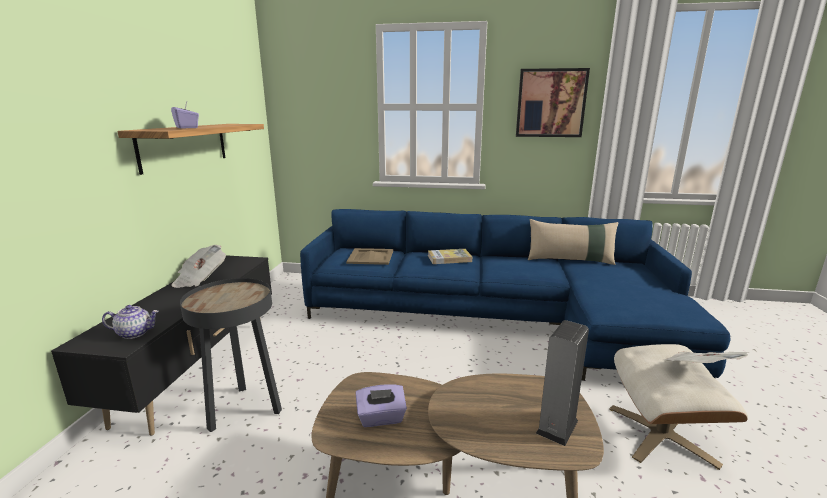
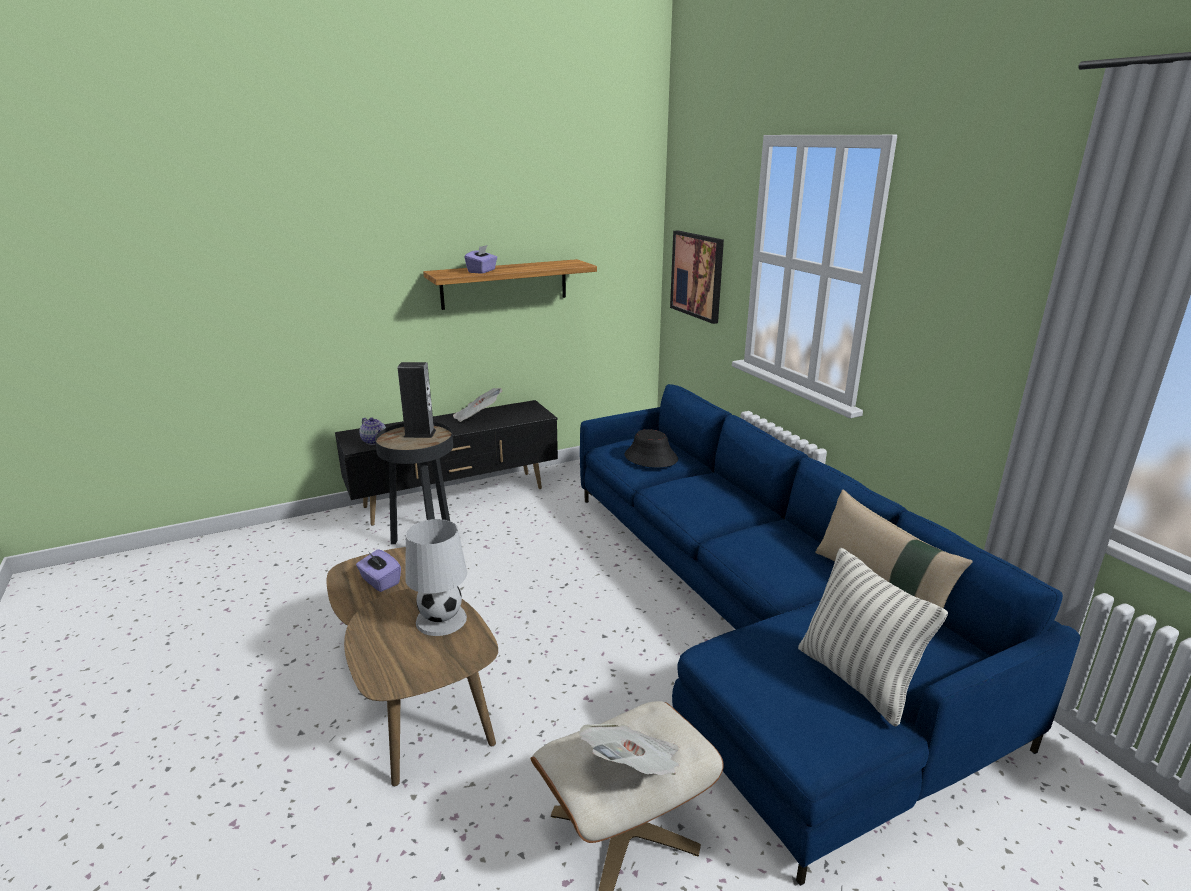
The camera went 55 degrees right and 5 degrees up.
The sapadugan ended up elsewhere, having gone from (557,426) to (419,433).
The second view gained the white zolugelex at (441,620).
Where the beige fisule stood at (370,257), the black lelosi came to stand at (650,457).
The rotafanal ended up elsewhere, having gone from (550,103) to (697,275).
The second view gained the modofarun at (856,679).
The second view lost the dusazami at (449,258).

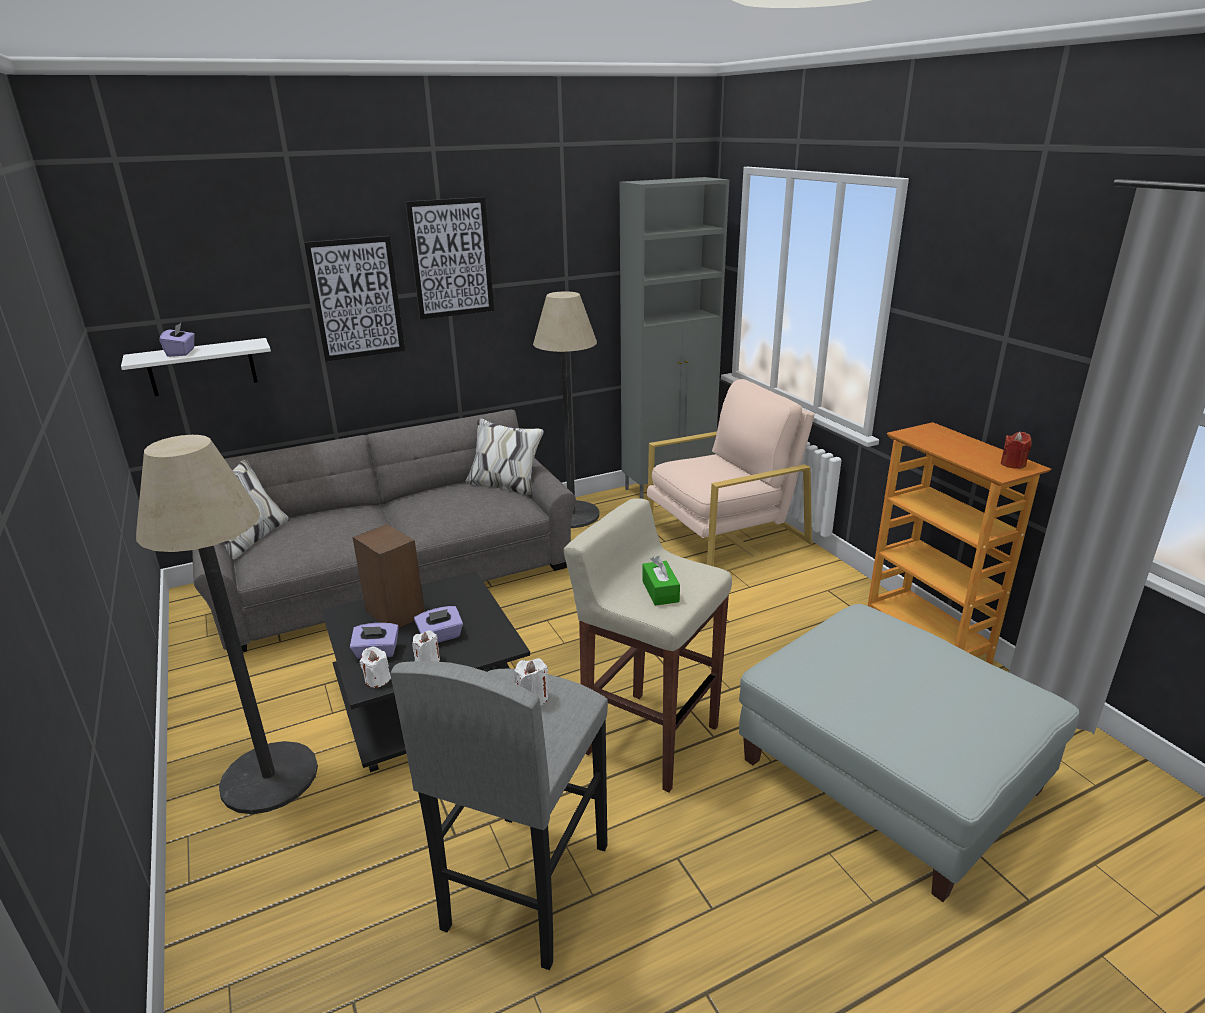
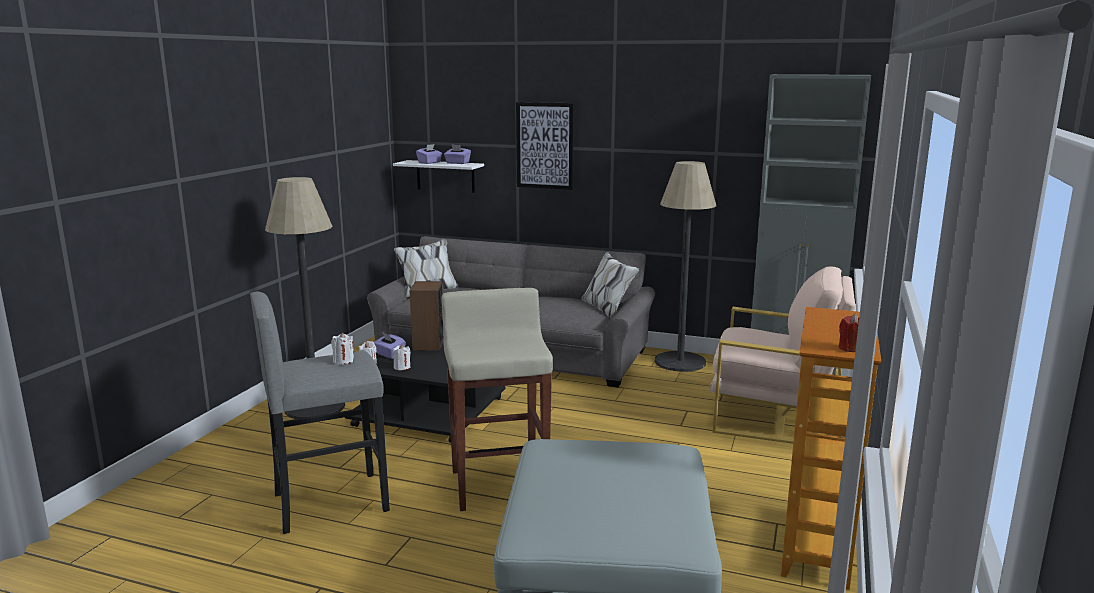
The camera went 45 degrees right and 10 degrees down.
The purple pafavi ended up elsewhere, having gone from (440,636) to (457,163).
The second view lost the rotafanal at (451,258).
The second view lost the green pafavi at (660,591).

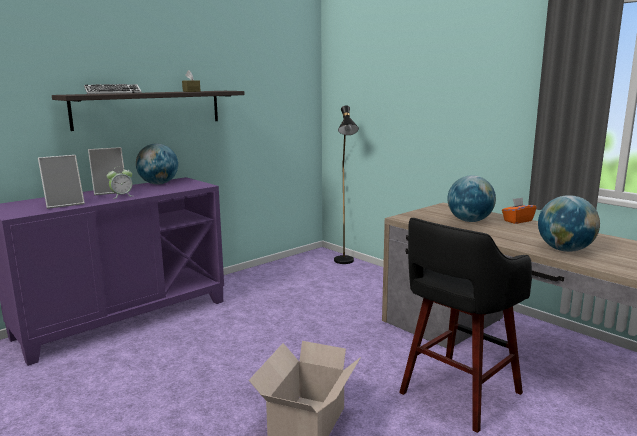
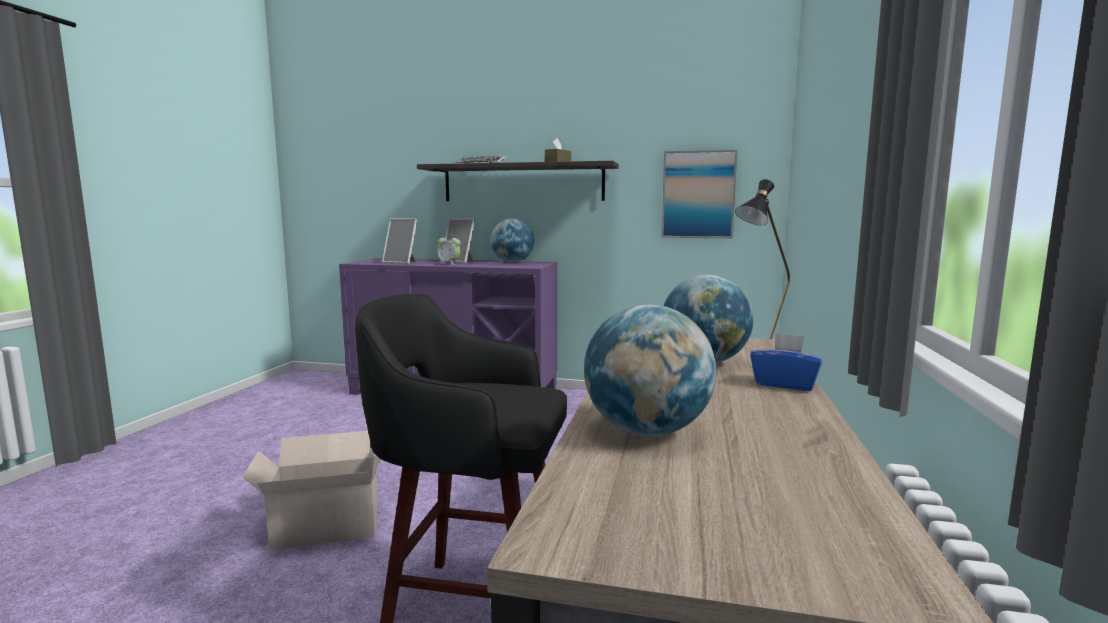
The camera went 55 degrees right and 5 degrees down.
The second view gained the rotafanal at (698,194).
What was the orange pafavi at (517,221) turned into the blue pafavi at (785,384).

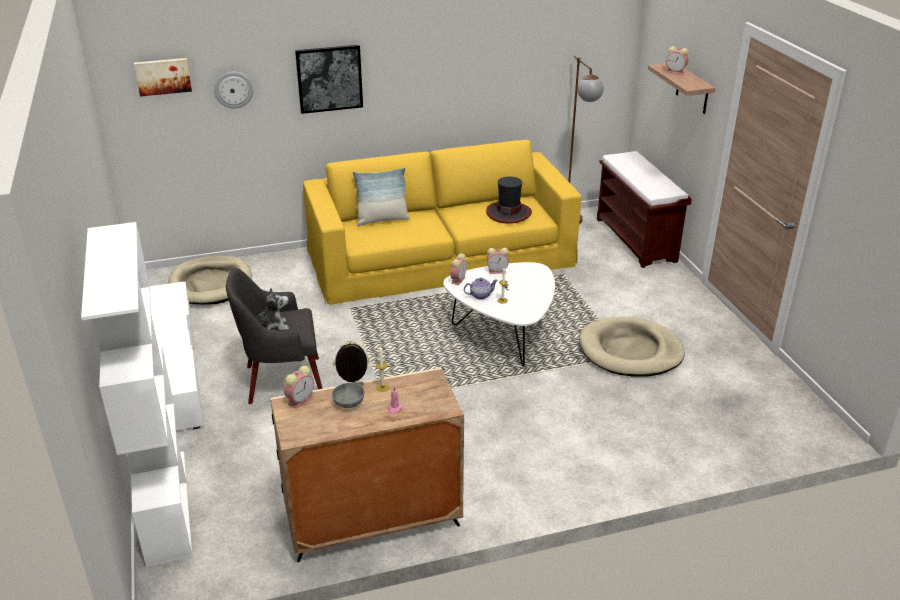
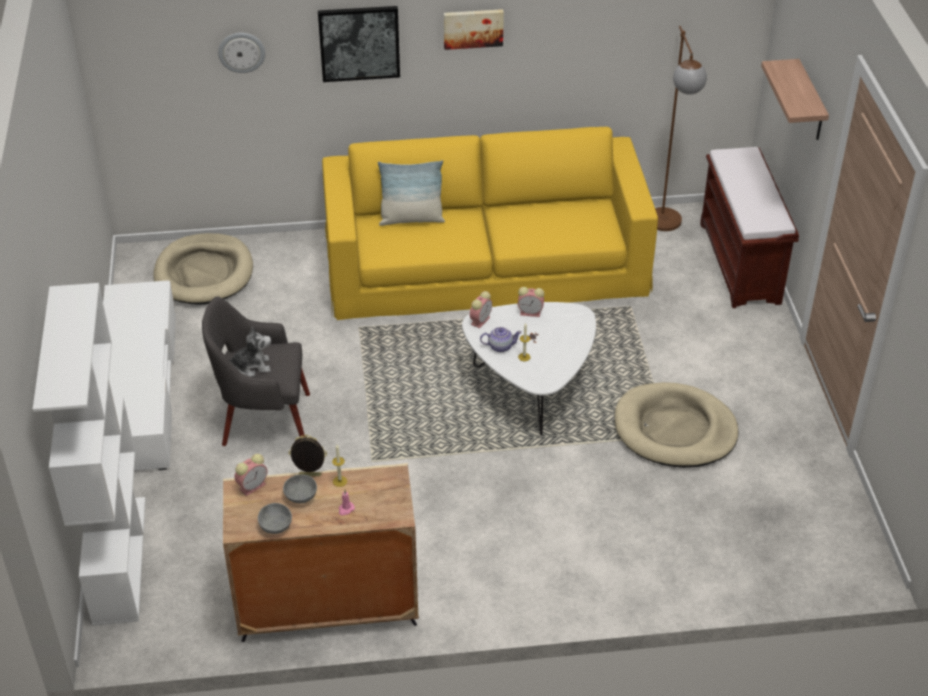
The camera went 10 degrees right and 10 degrees up.
The second view gained the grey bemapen at (276,526).
The rotafanal ended up elsewhere, having gone from (163,76) to (473,28).
The second view lost the lelosi at (508,213).
The second view lost the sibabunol at (676,72).

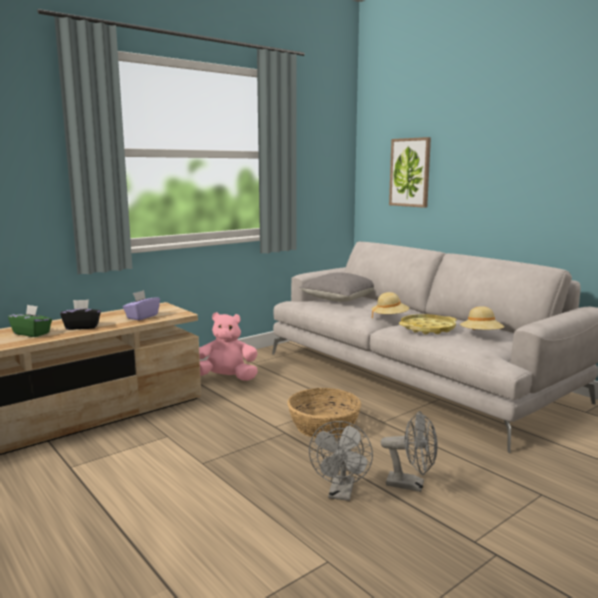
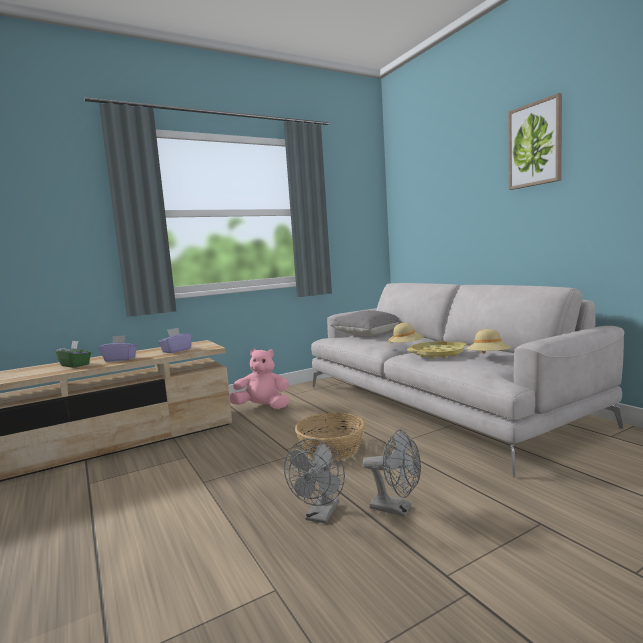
The camera went 10 degrees right and 5 degrees down.
What was the black pafavi at (82,327) turned into the purple pafavi at (120,359).
The rotafanal ended up elsewhere, having gone from (410,172) to (535,144).

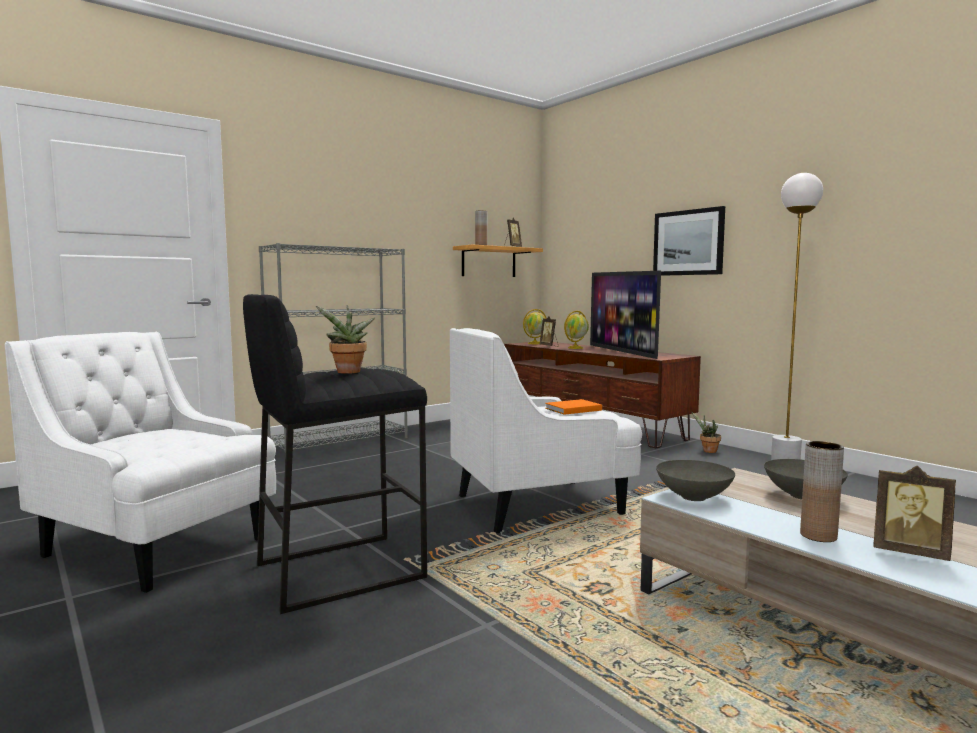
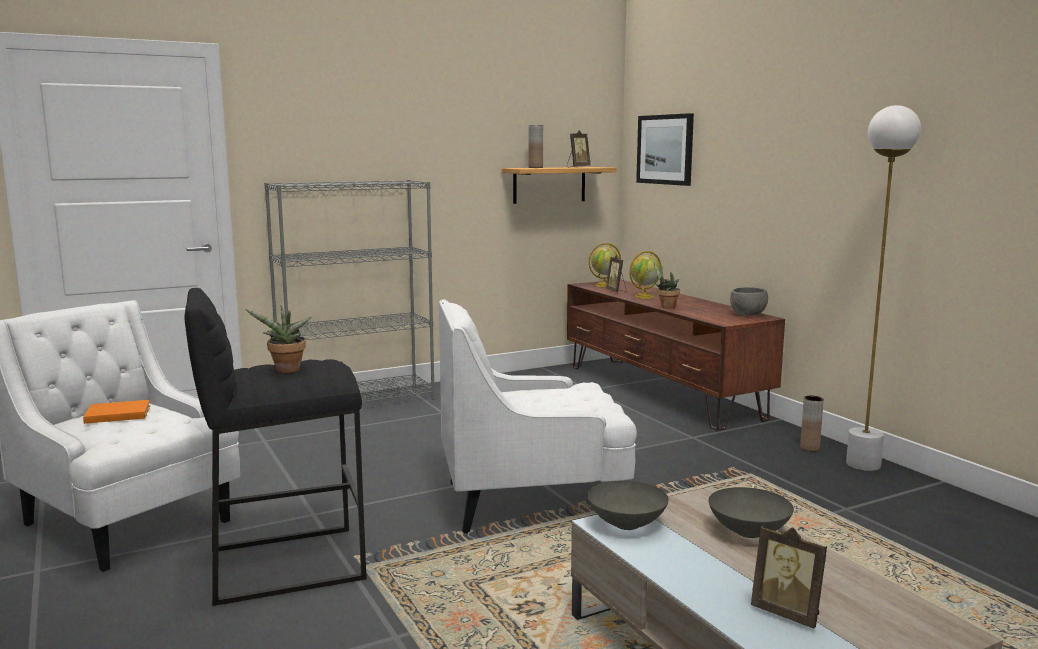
The camera went 10 degrees right and 5 degrees up.
The orange dusazami ended up elsewhere, having gone from (571,409) to (116,414).
The rotafanal ended up elsewhere, having gone from (688,242) to (665,149).
The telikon ended up elsewhere, having gone from (707,451) to (666,307).
The second view gained the grey bemapen at (747,315).
The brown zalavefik ended up elsewhere, having gone from (818,536) to (809,448).
The second view lost the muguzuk at (622,352).

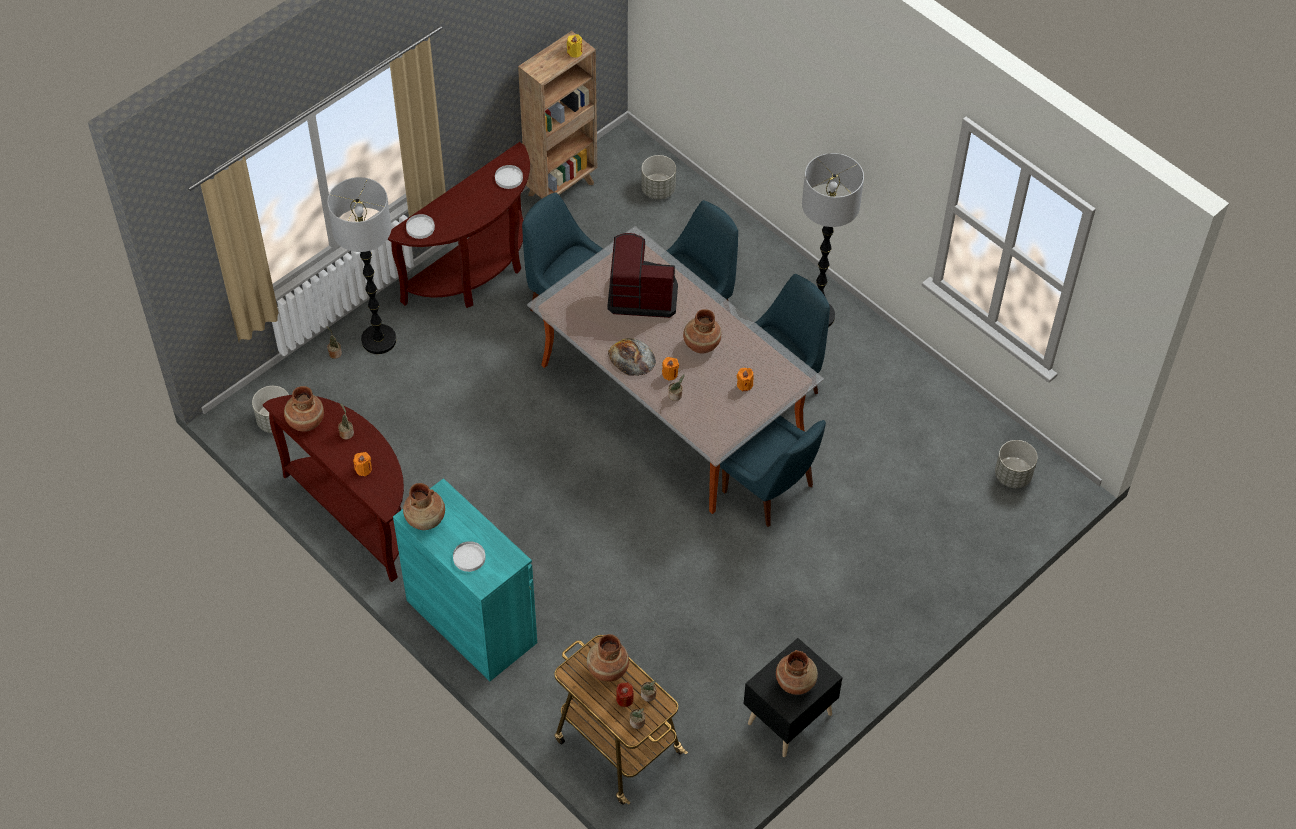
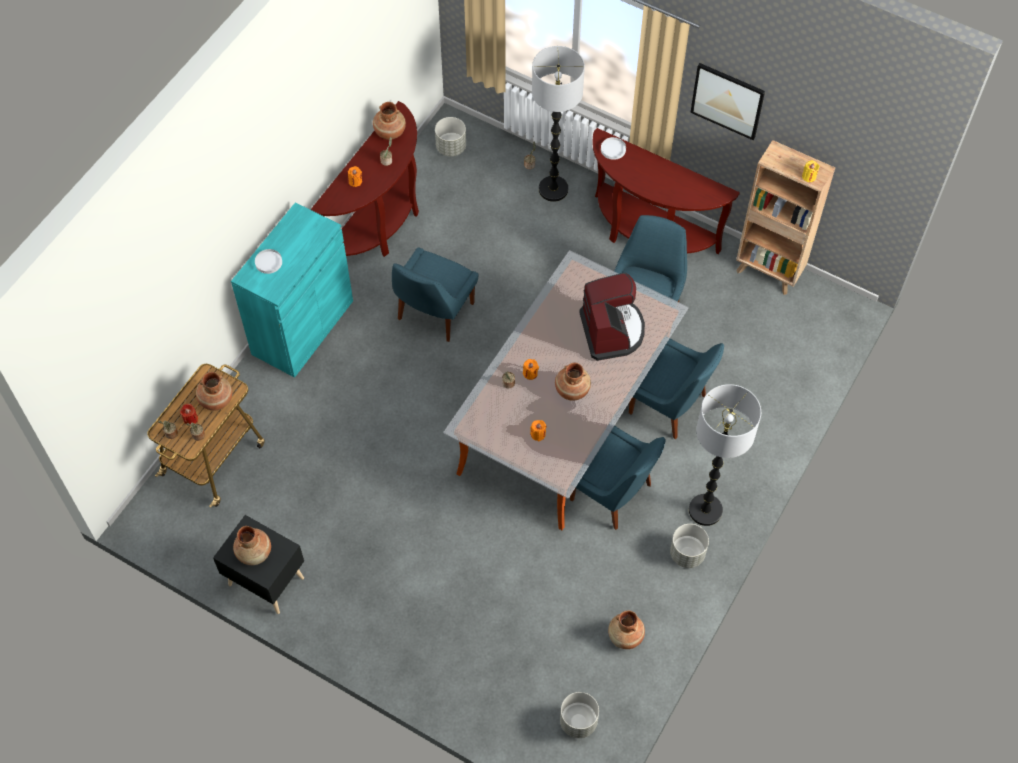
The camera went 75 degrees right and 5 degrees up.
The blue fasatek ended up elsewhere, having gone from (770,491) to (434,313).
The brown zalavefik ended up elsewhere, having gone from (426,519) to (625,636).
The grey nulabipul ended up elsewhere, having gone from (658,189) to (687,553).
The second view gained the rotafanal at (727,100).
The second view lost the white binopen at (508,178).
The second view lost the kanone at (632,357).

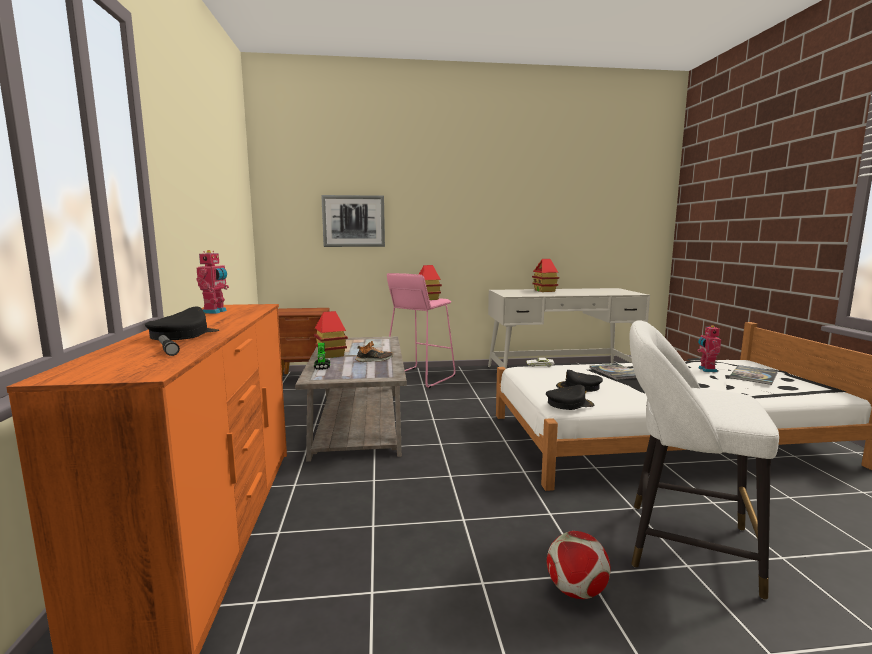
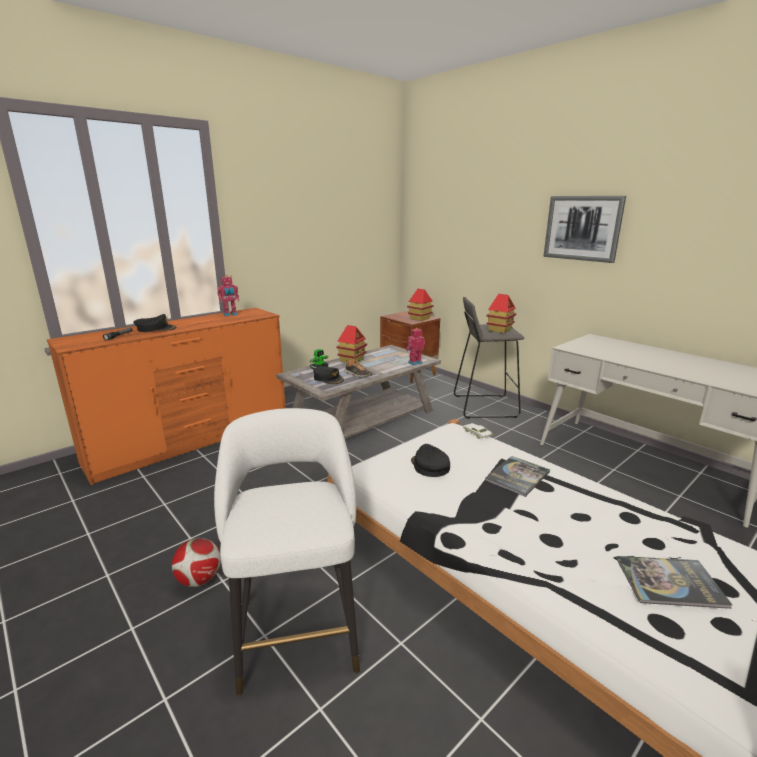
The camera went 55 degrees right and 10 degrees up.
The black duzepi ended up elsewhere, having gone from (569,404) to (328,378).
The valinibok ended up elsewhere, having gone from (706,370) to (414,362).
The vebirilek ended up elsewhere, having gone from (544,291) to (420,319).
What was the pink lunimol at (419,377) turned into the grey lunimol at (484,406).
The rotafanal ended up elsewhere, having gone from (353,221) to (582,228).

